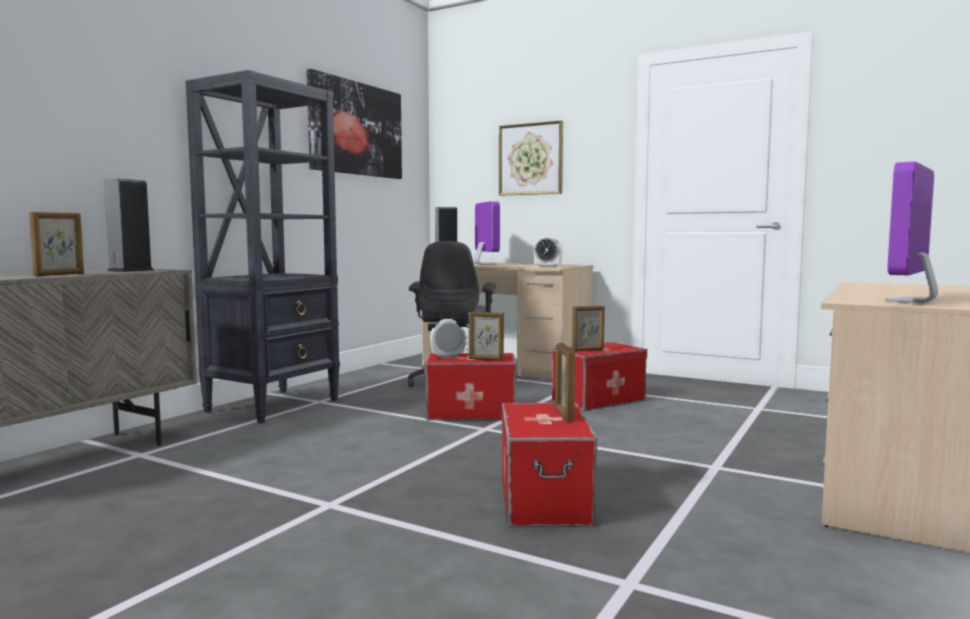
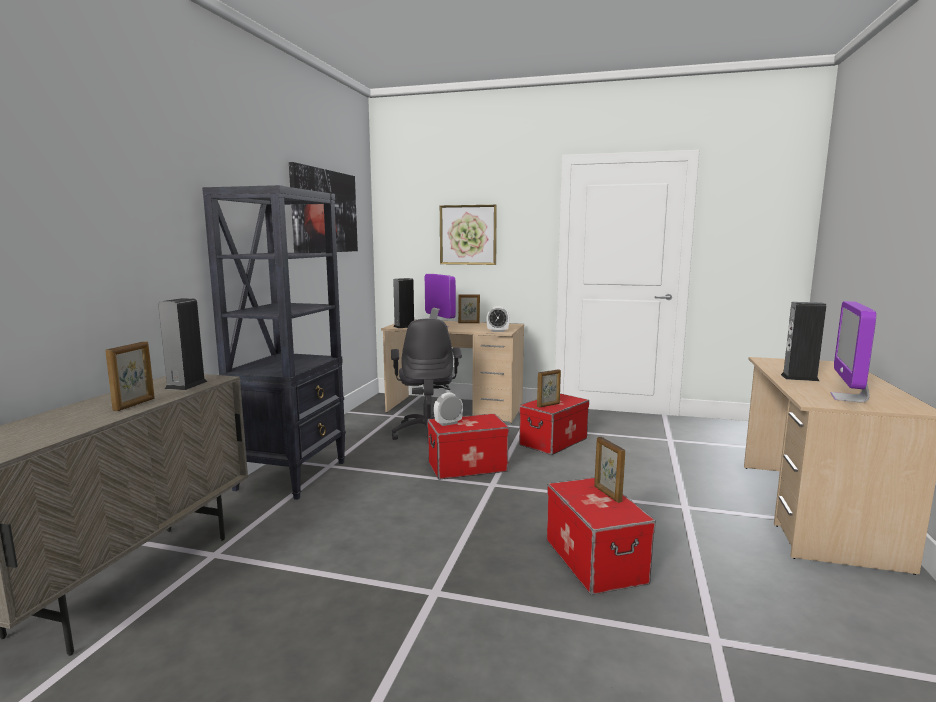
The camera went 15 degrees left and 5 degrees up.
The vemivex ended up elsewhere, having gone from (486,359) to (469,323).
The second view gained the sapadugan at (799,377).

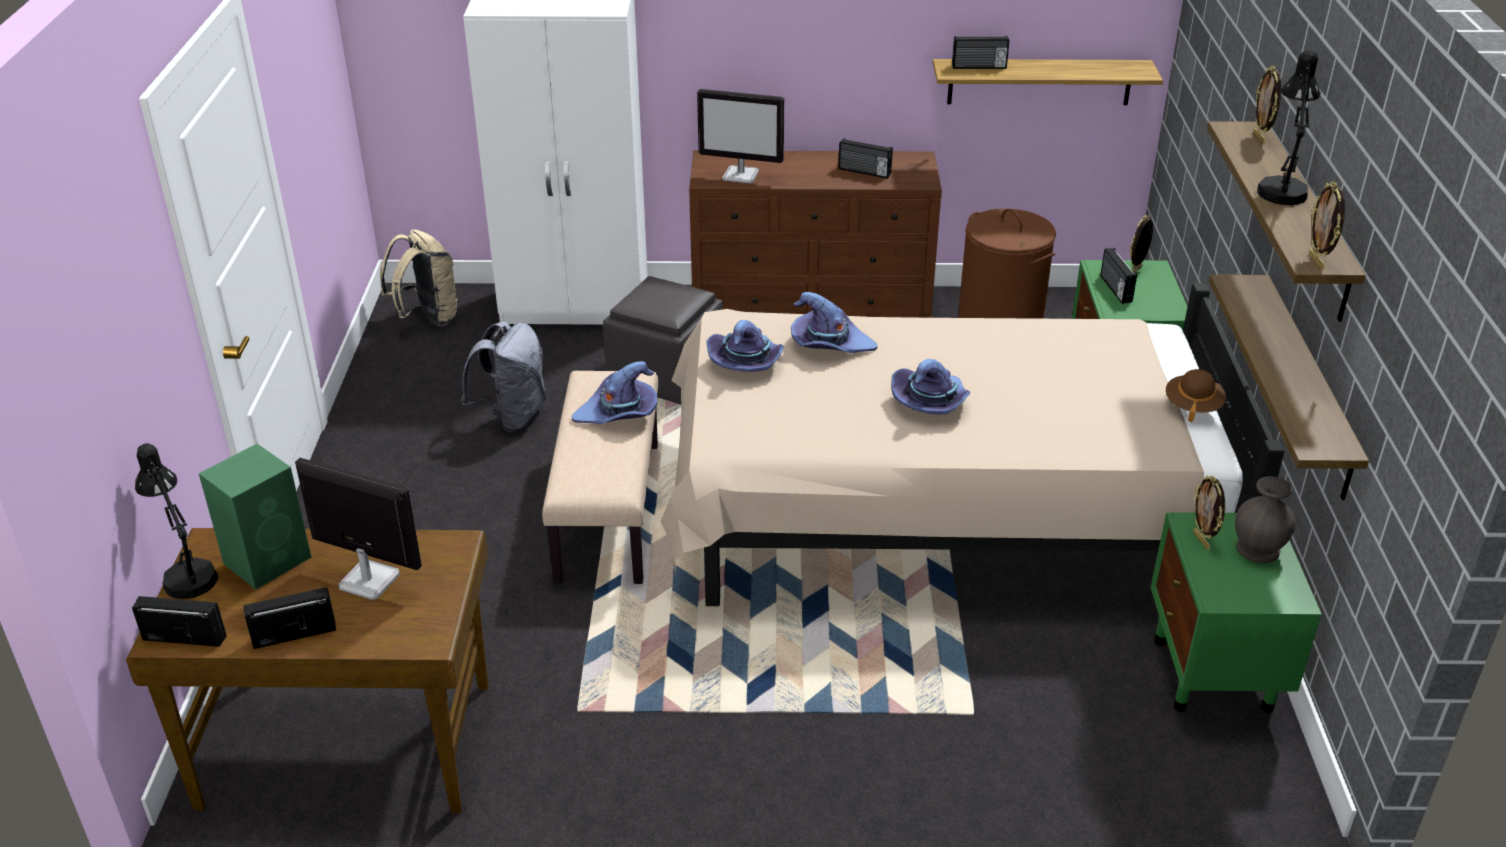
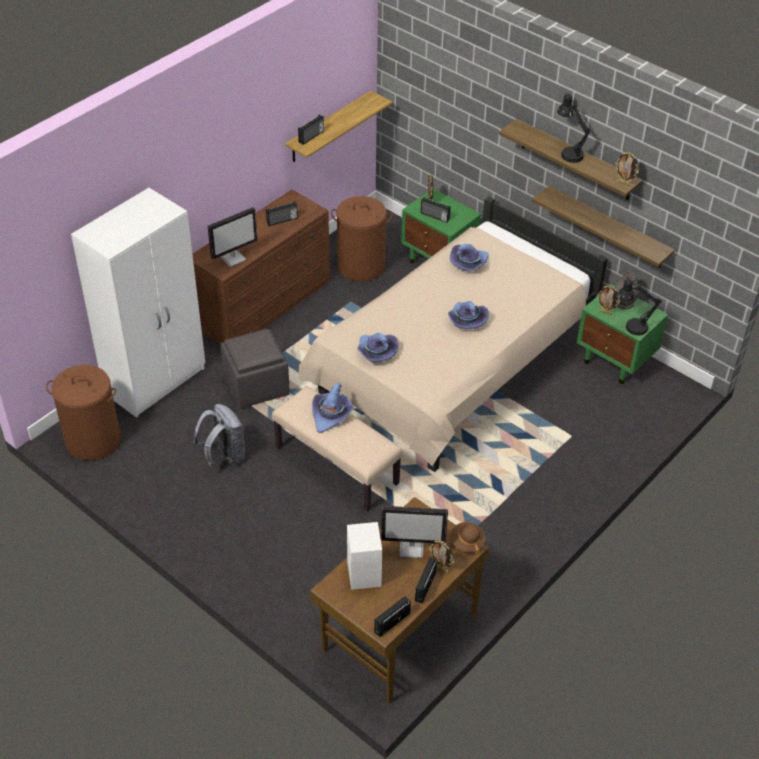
The camera went 50 degrees left and 10 degrees up.
Where the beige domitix stood at (427,317), the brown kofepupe came to stand at (92,440).
What was the green sapadugan at (269,559) turned into the white sapadugan at (364,573).
The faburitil at (368,580) ended up facing another way, 150 degrees counterclockwise from before.
The vemivex ended up elsewhere, having gone from (1260,138) to (441,568).
The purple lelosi ended up elsewhere, having gone from (829,344) to (469,263).
The brown lelosi ended up elsewhere, having gone from (1192,406) to (467,542).
The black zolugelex ended up elsewhere, having gone from (187,574) to (631,327).

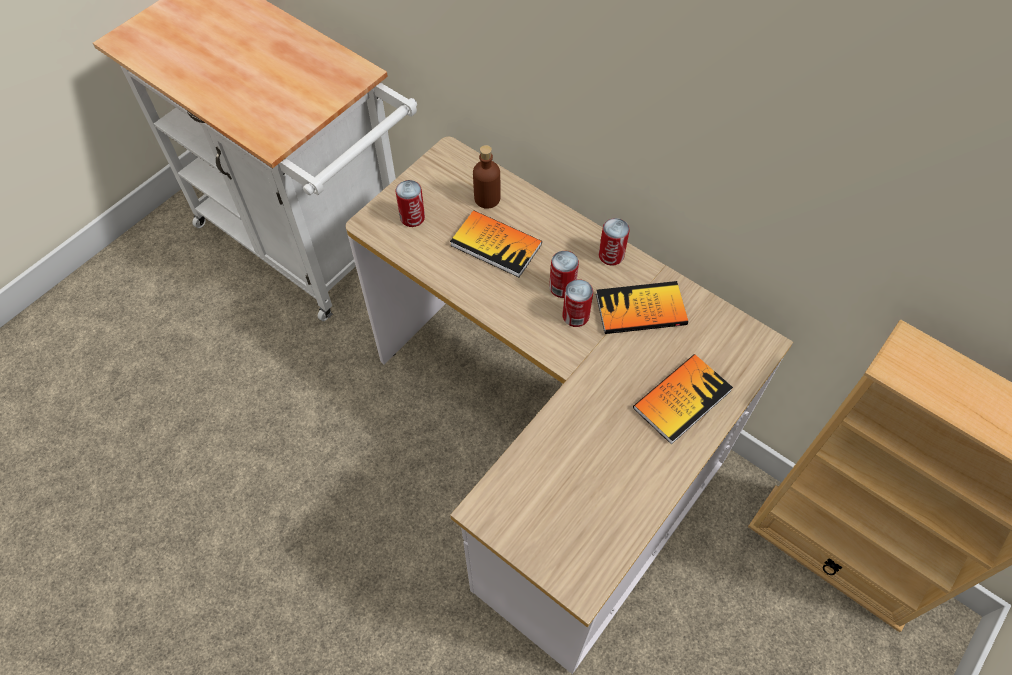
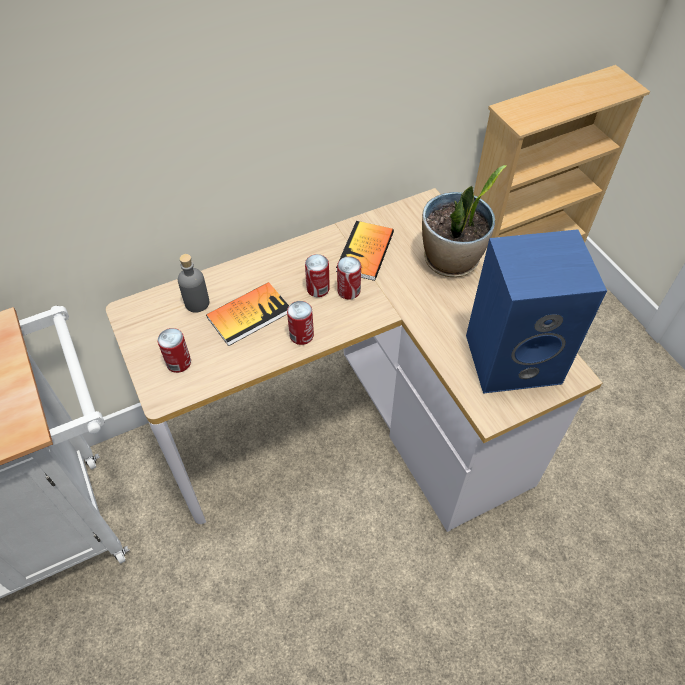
The camera went 65 degrees left and 5 degrees down.
What was the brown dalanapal at (487,198) turned into the grey dalanapal at (197,303).
The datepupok ended up elsewhere, having gone from (611,255) to (301,335).
Where the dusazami stood at (682,399), the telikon came to stand at (451,260).
The second view gained the blue sapadugan at (514,357).

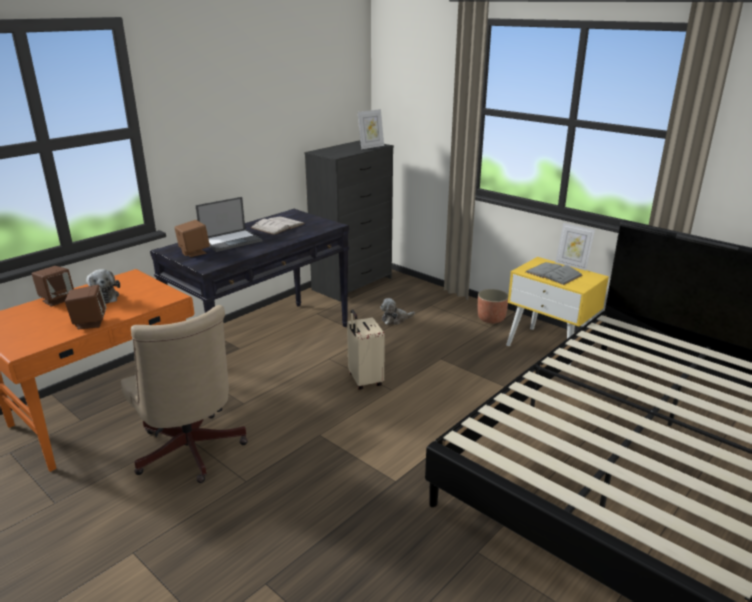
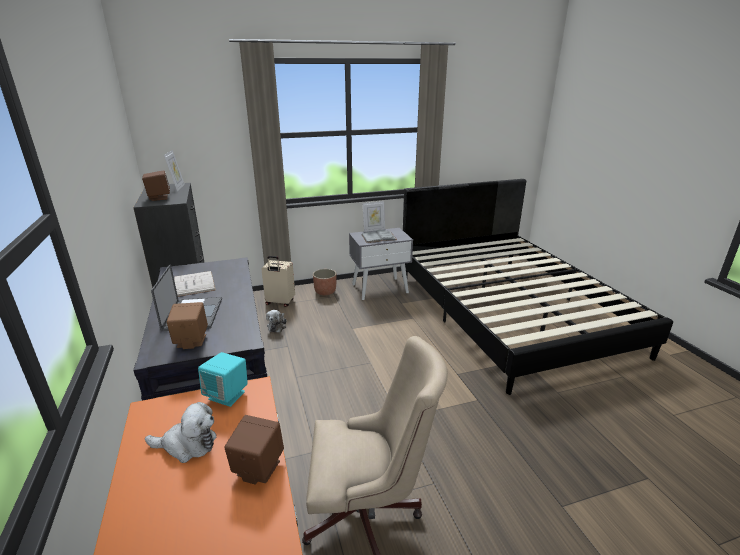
The camera went 60 degrees left and 0 degrees up.
The brown sapadugan ended up elsewhere, having gone from (57,300) to (159,198).
The second view gained the turquoise sapadugan at (227,395).
The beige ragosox ended up elsewhere, having gone from (364,380) to (280,302).
What was the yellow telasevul at (549,347) turned into the grey telasevul at (380,288).

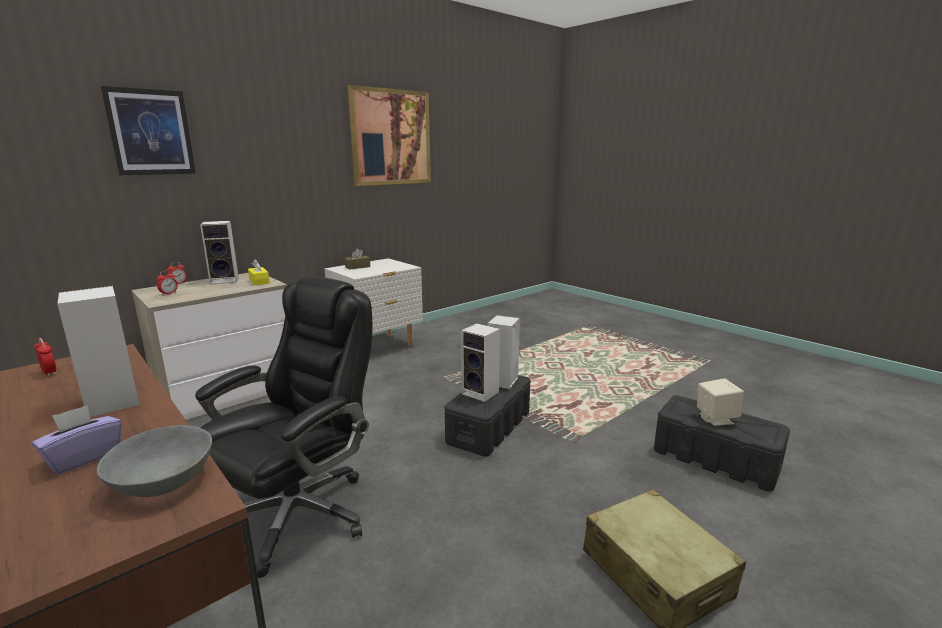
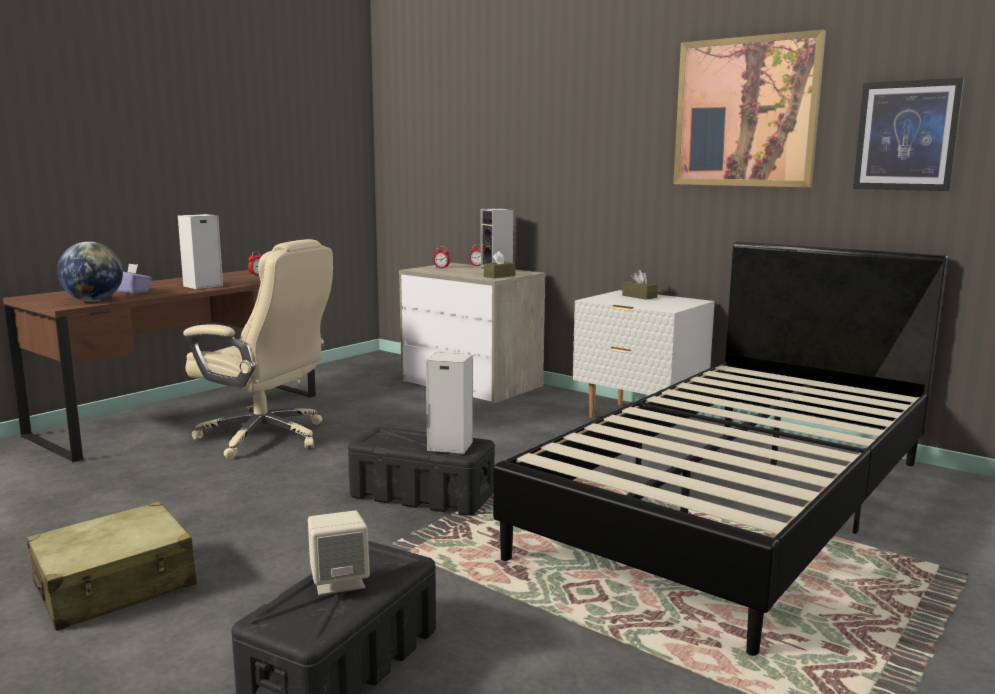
The camera went 80 degrees right and 5 degrees down.
Where the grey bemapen stood at (162,482), the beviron came to stand at (93,301).
What was the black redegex at (299,513) turned into the beige redegex at (265,437).
What was the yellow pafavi at (259,281) turned into the brown pafavi at (499,276).
The second view gained the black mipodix at (738,505).
The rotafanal ended up elsewhere, having gone from (150,132) to (906,136).
The second view lost the sapadugan at (481,393).

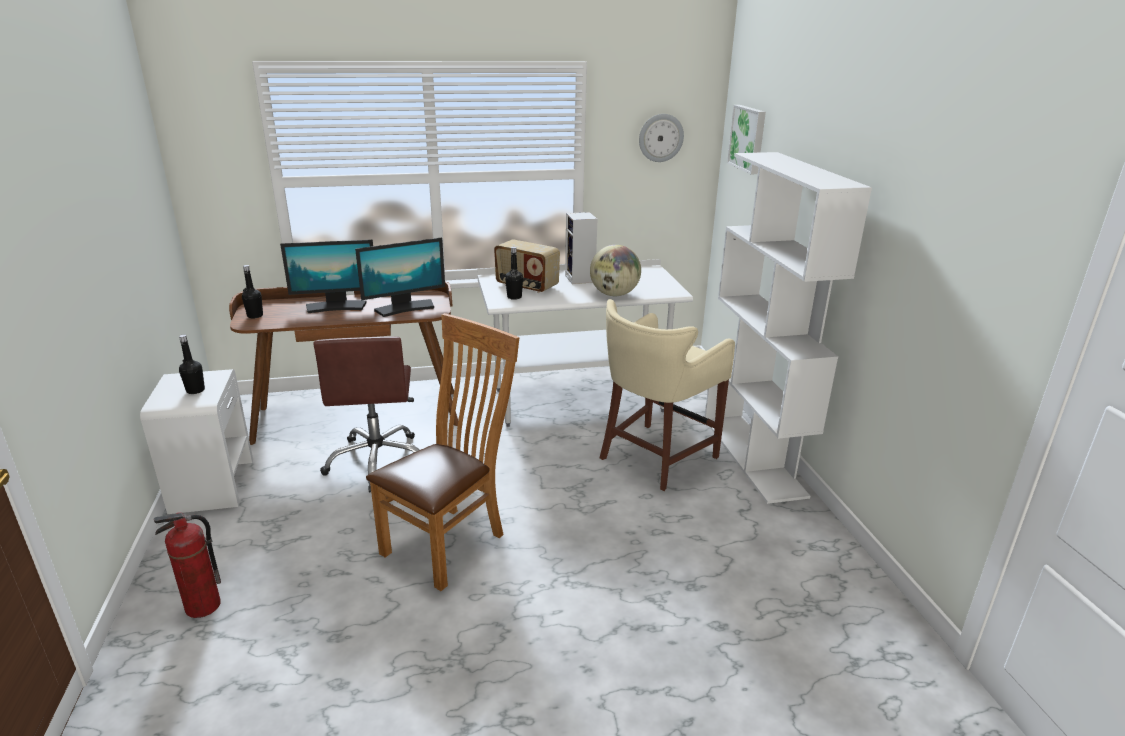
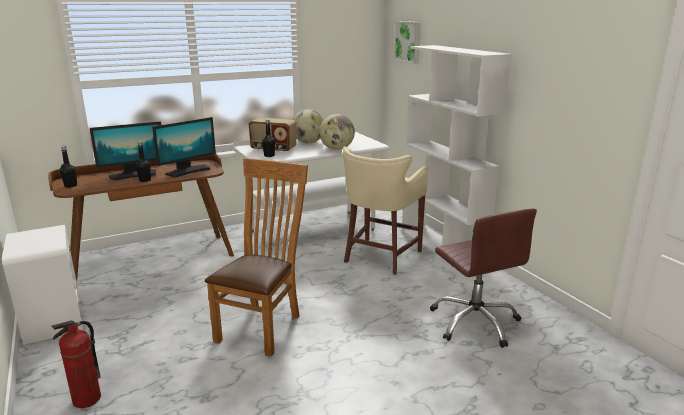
The camera went 15 degrees left and 5 degrees down.
The black dalanapal ended up elsewhere, having gone from (195,390) to (145,180).
Where the sapadugan stood at (581,279), the beviron came to stand at (308,143).
The brown redegex ended up elsewhere, having gone from (378,461) to (475,322).
The second view lost the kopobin at (660,138).

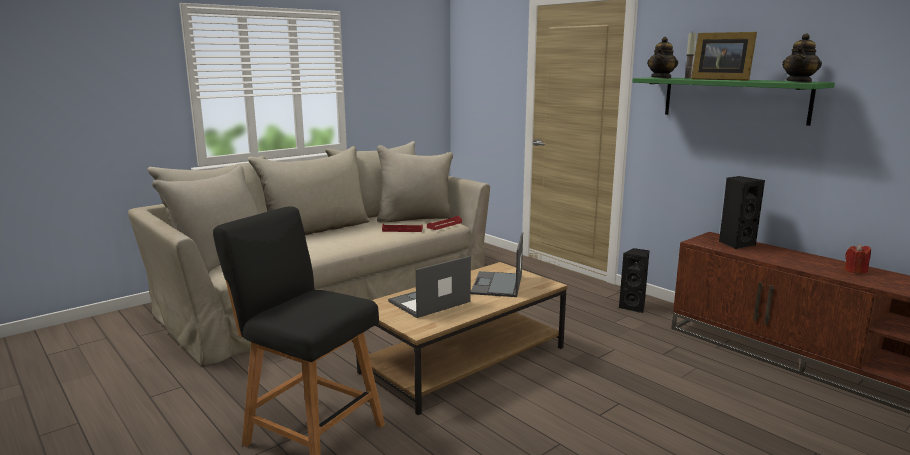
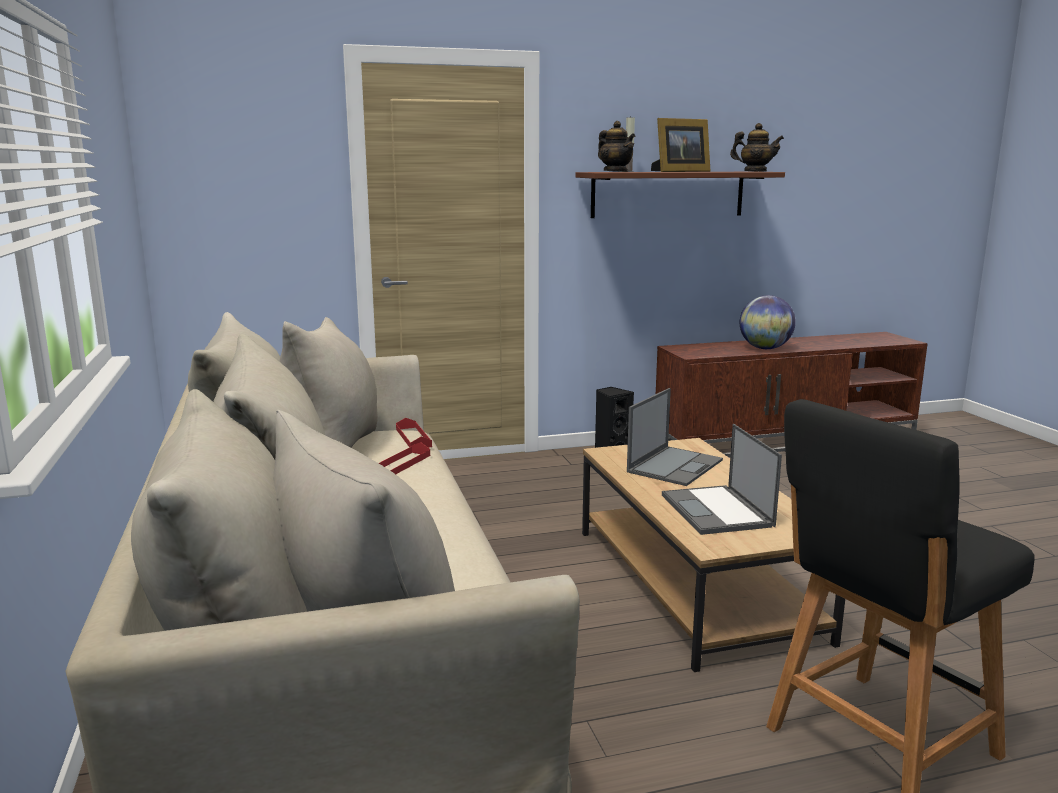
The camera went 65 degrees left and 0 degrees up.
What was the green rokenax at (734,99) turned into the brown rokenax at (668,194).
The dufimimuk at (497,285) ended up facing another way, 90 degrees counterclockwise from before.
The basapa at (799,82) ended up facing another way, 45 degrees counterclockwise from before.
The second view gained the beviron at (765,348).
The second view lost the black sapadugan at (736,244).
The second view lost the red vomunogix at (855,271).

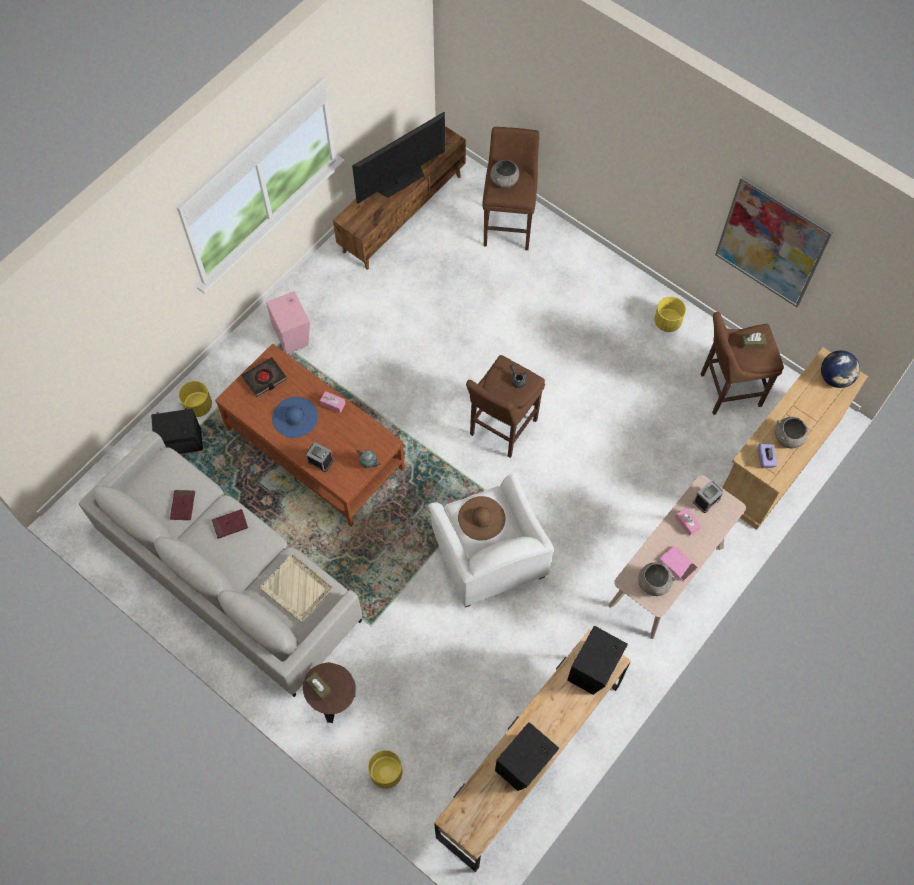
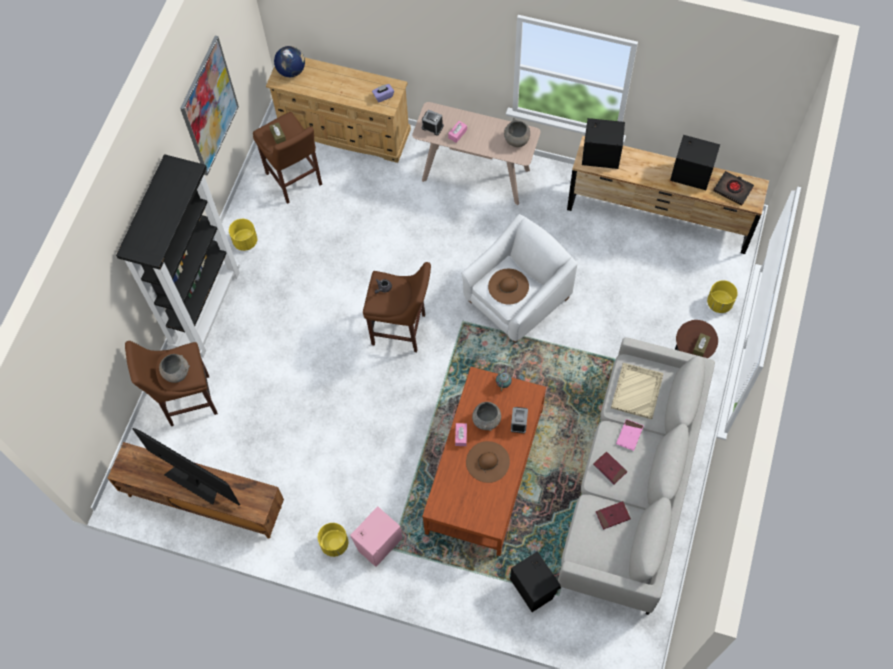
The camera went 110 degrees left and 0 degrees up.
The second view gained the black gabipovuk at (205,309).
The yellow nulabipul ended up elsewhere, having gone from (198,406) to (334,544).
What was the blue lelosi at (295,417) turned into the brown lelosi at (487,461).
The grey bemapen ended up elsewhere, having gone from (787,439) to (486,421).
The pink dusazami ended up elsewhere, having gone from (678,564) to (629,435).
The black dusazami ended up elsewhere, having gone from (264,378) to (733,189).

